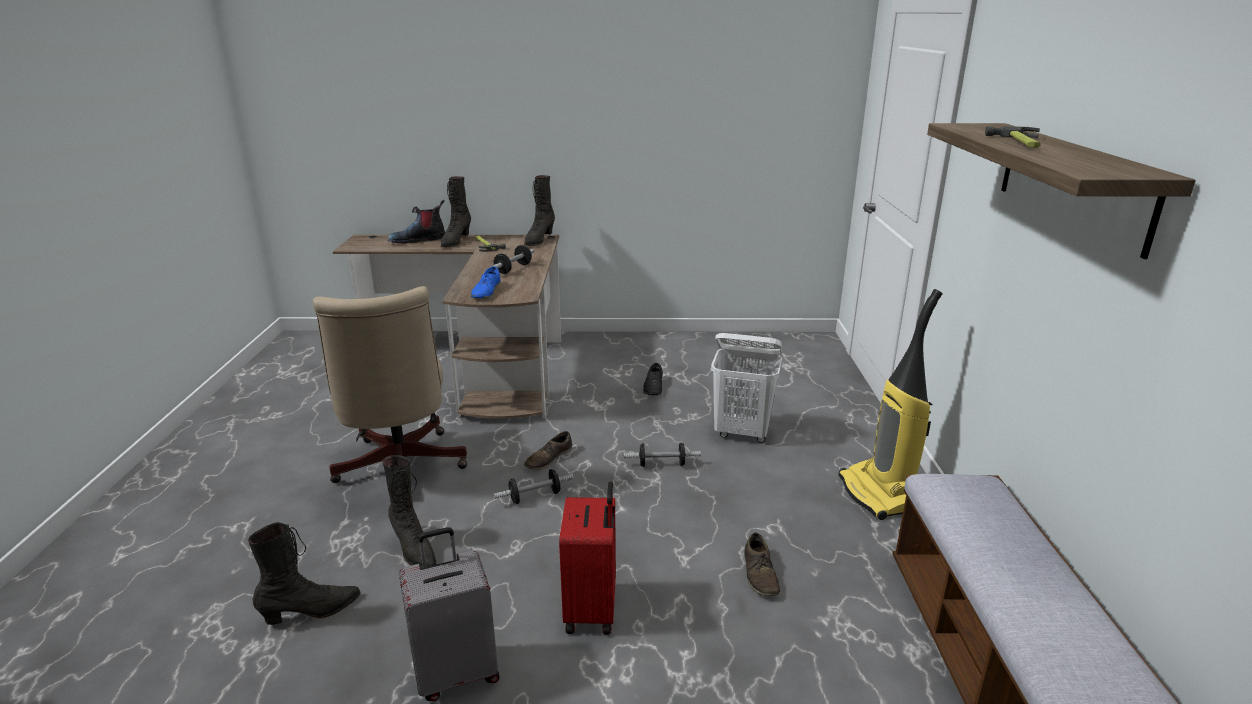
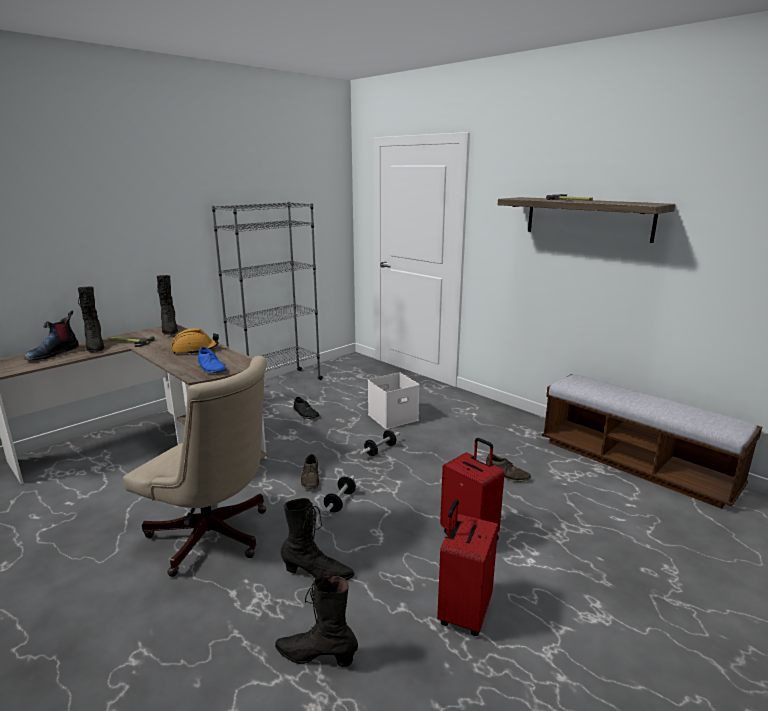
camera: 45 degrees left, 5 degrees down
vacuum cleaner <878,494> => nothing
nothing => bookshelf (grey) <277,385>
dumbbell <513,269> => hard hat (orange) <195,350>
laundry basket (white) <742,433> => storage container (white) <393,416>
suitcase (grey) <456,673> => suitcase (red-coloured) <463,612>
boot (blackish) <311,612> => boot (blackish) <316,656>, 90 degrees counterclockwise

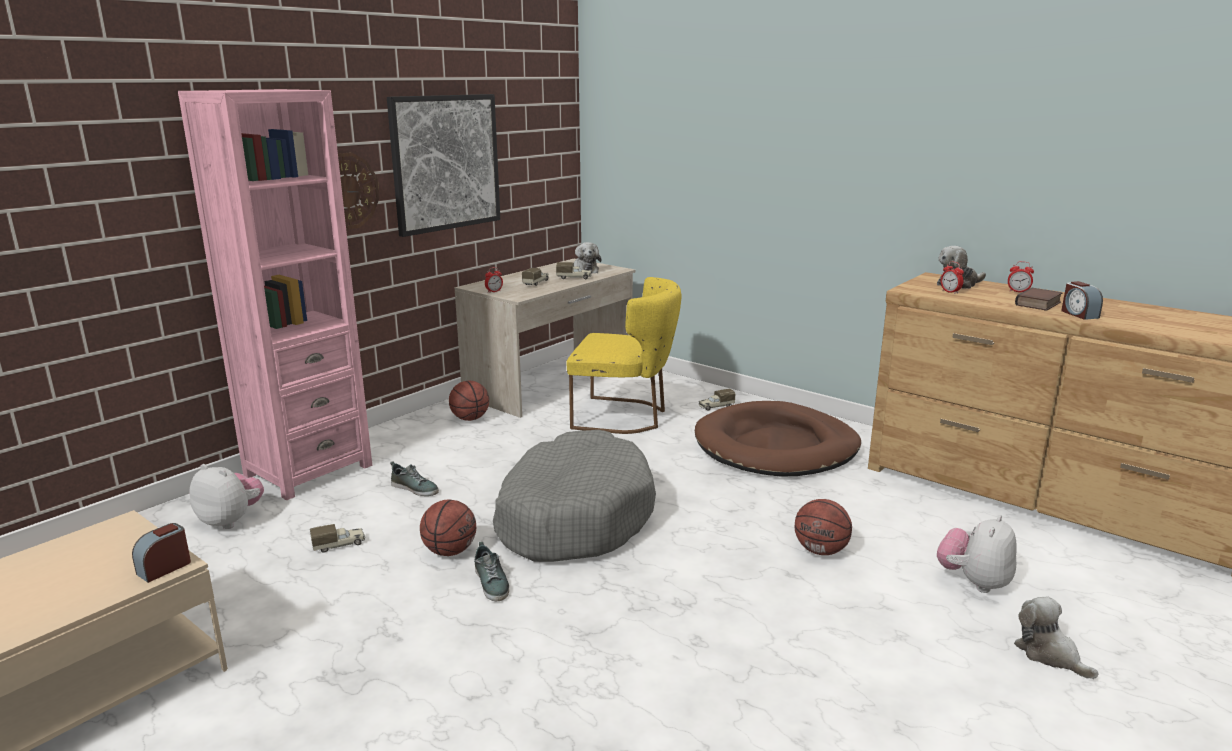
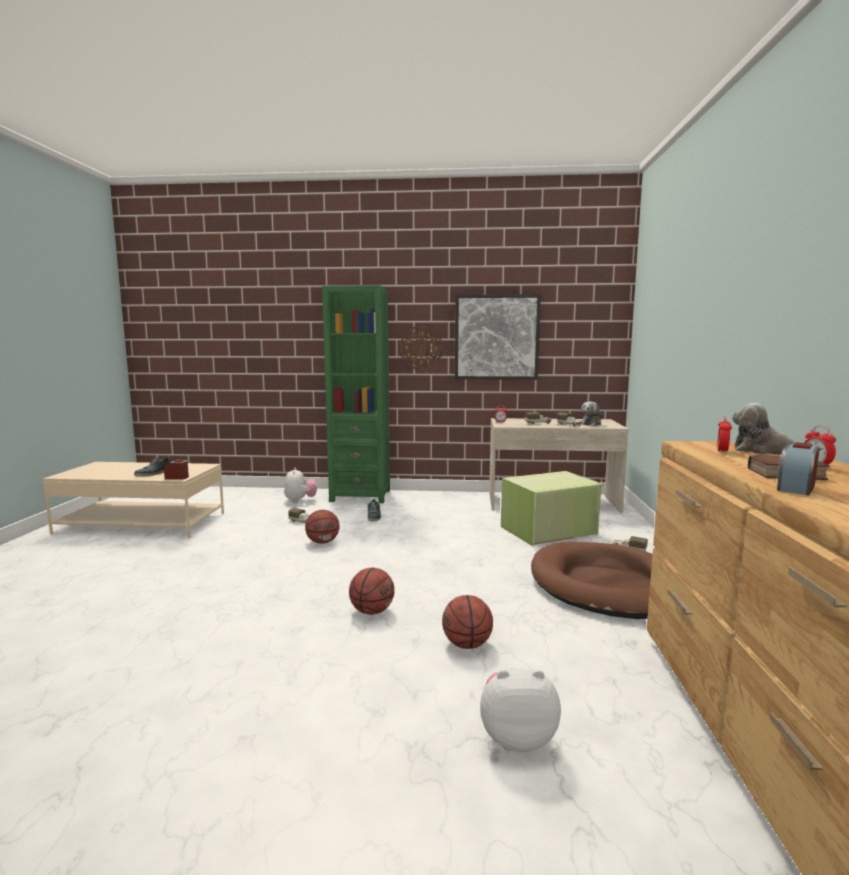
camera: 55 degrees right, 10 degrees down
pet bed (grey) <573,516> => nothing
soft toy <1049,654> => nothing
basketball <470,418> => basketball <372,611>, relocated
shoe <492,583> => shoe <154,473>, relocated
upright chair (yellow-coloured) <625,416> => storage container (green-coloured) <550,531>
bookshelf (pink-coloured) <308,470> => bookshelf (green-coloured) <360,496>

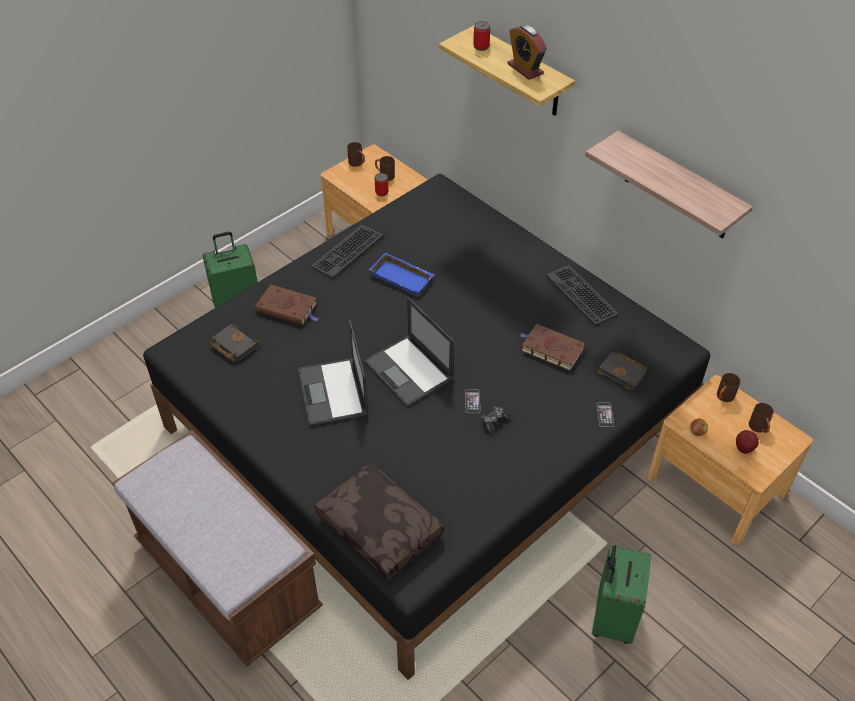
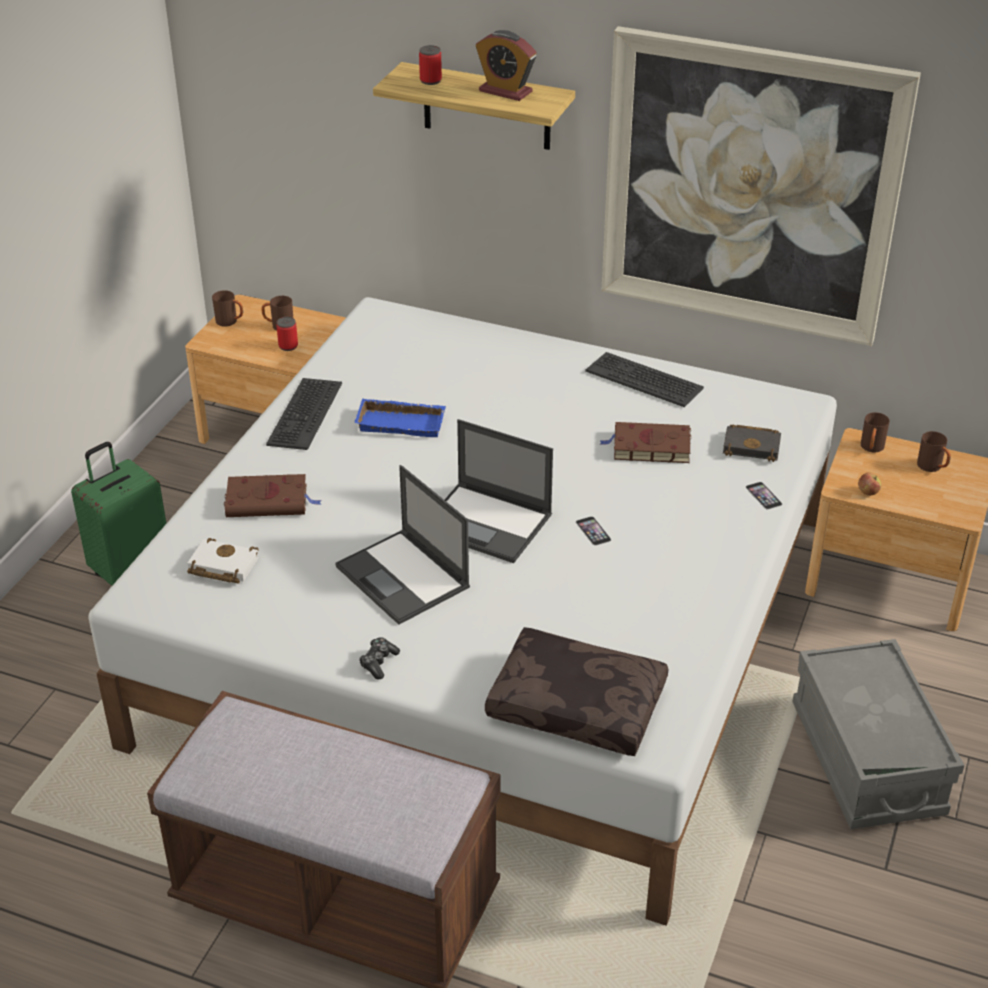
camera: 25 degrees left, 10 degrees down
whole apple <743,449> => nothing
game controller <494,422> => game controller <378,662>, relocated
bracket shelf <678,187> => wall art <750,187>
suitcase (green-coloured) <611,618> => storage container (grey) <867,759>
sleeping bed (blackish) <427,427> => sleeping bed (white) <494,627>
book (blackish) <232,346> => book (white) <221,566>

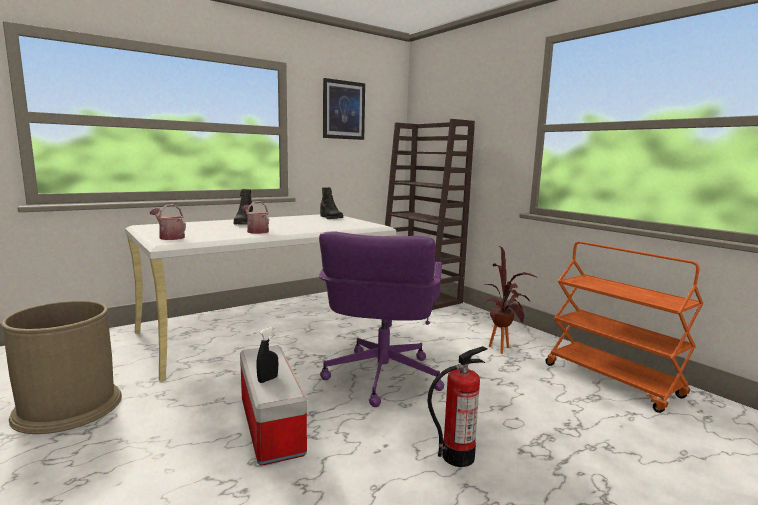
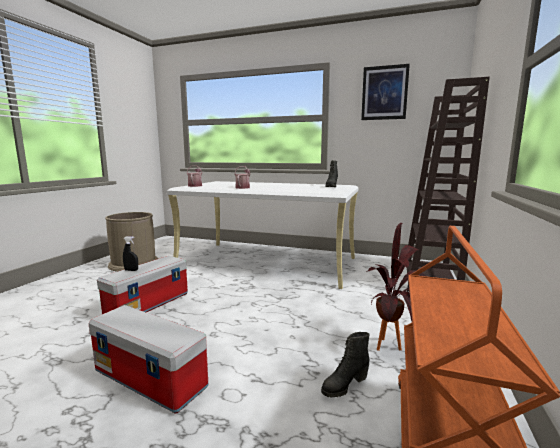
camera: 55 degrees right, 0 degrees up
computer chair (purplish) <381,377> => nothing
boot (blackish) <243,223> => boot (blackish) <344,385>, relocated
extinguisher <457,456> => storage container <151,379>

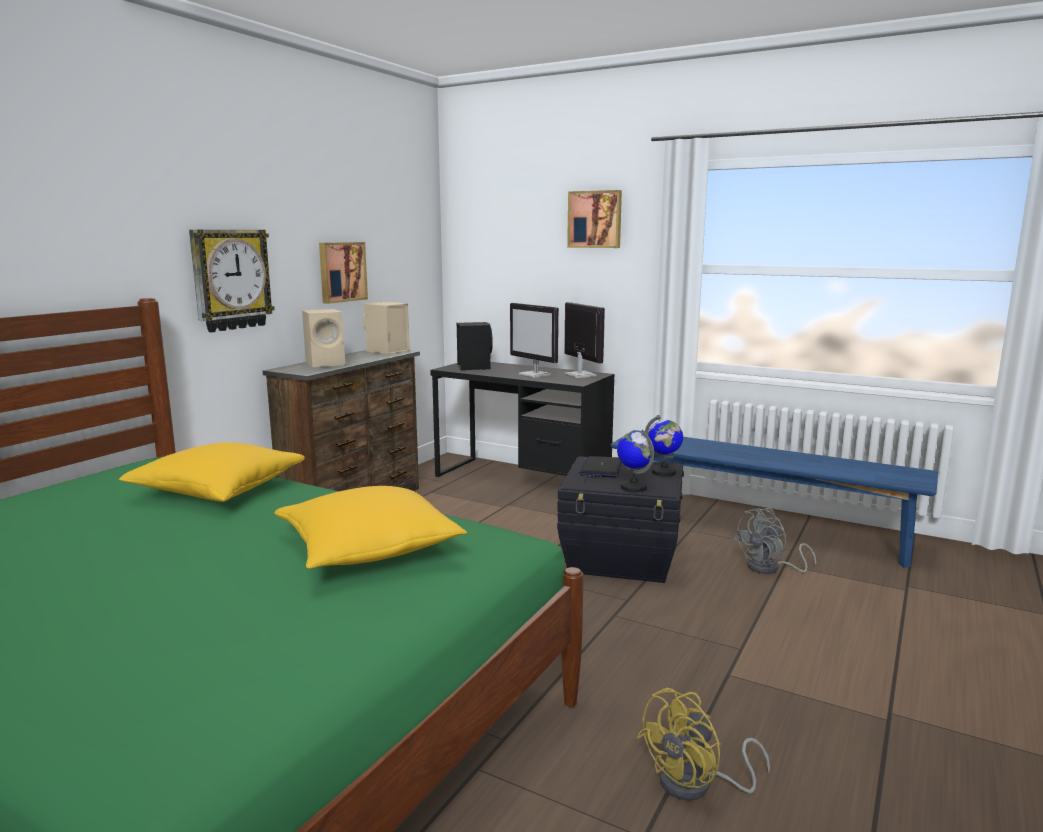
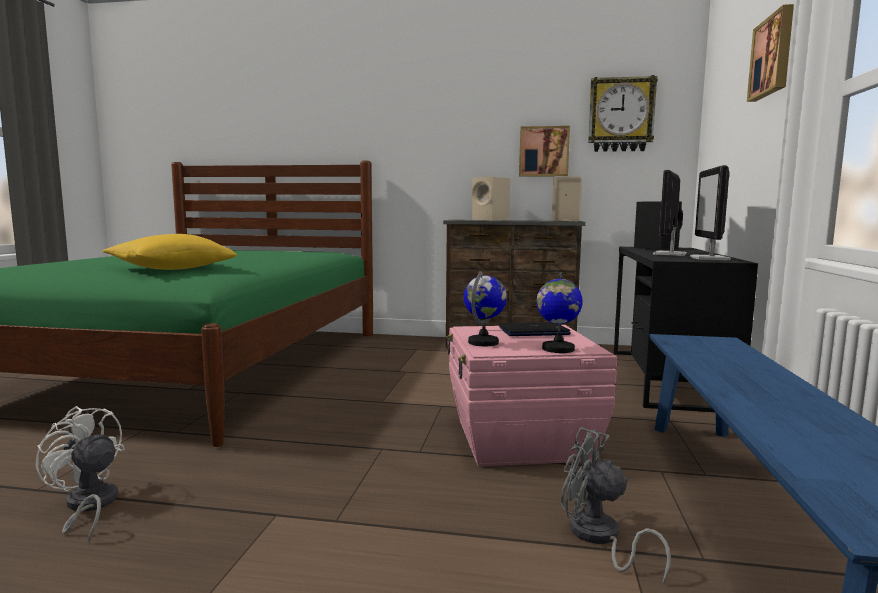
camera: 70 degrees right, 5 degrees down
pillow (yellow-coloured) <218,491> => nothing
clock on the wall <230,279> => clock on the wall <621,115>, relocated
storage container (blackish) <622,558> => storage container (pink-coloured) <520,440>
fan (yellow-coloured) <696,785> => fan (white) <88,506>
computer screen <580,375> => computer screen <710,259>, 150 degrees clockwise

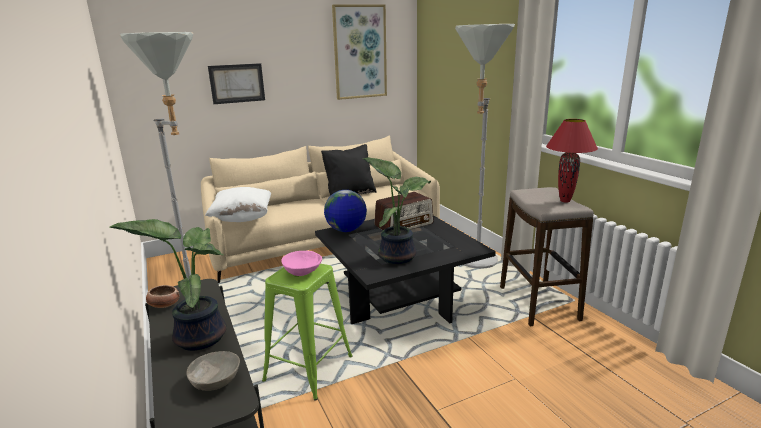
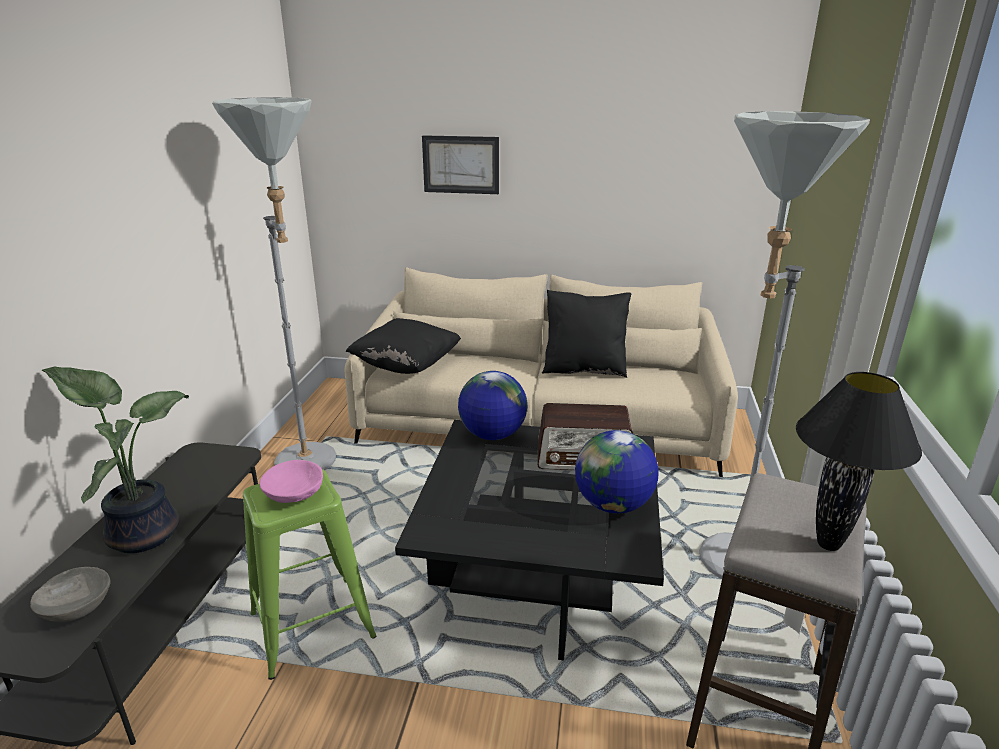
camera: 35 degrees right, 5 degrees up
serving bowl <164,305> => nothing
wall art <360,52> => nothing
potted plant <397,256> => nothing
nothing => world globe <613,505>
pillow (white) <242,218> => pillow (blackish) <406,366>
lamp for a table (red-coloured) <564,201> => lamp for a table (blackish) <827,544>

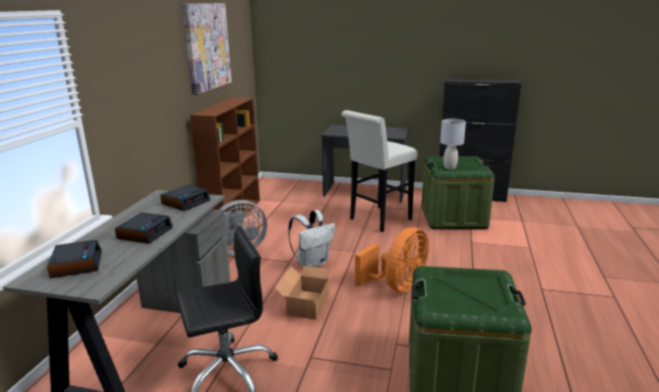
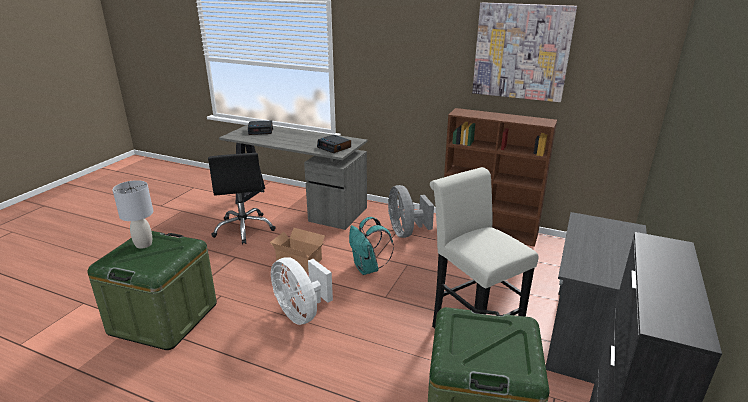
camera: 100 degrees right, 5 degrees up
table clock <145,233> => nothing
lamp for a table (grey) <450,167> => lamp for a table (grey) <143,244>, relocated
knapsack (white) <312,263> => knapsack (blue-green) <368,269>
fan (orange) <397,286> => fan (white) <301,313>

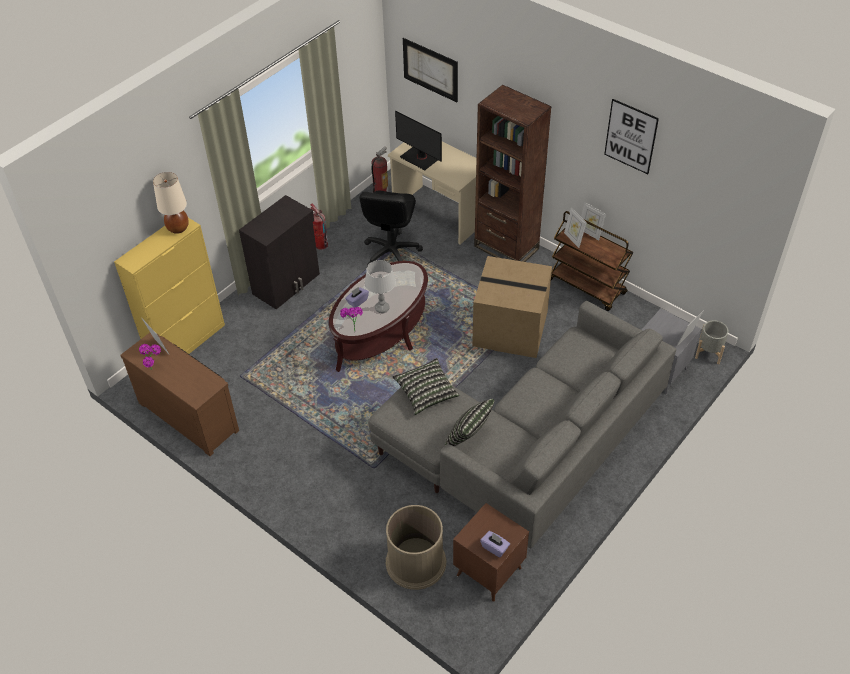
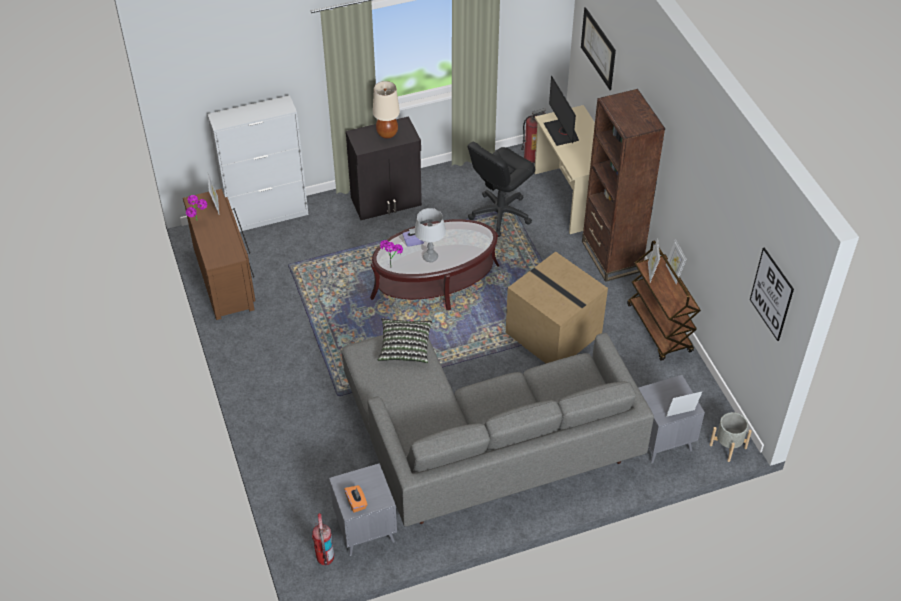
camera: 30 degrees right, 0 degrees up
waste bin (brown) <415,562> => nothing
pillow <469,438> => nothing
lamp for a table (sand-coloured) <178,228> => lamp for a table (sand-coloured) <387,133>, relocated
extinguisher <321,245> => extinguisher <325,558>, relocated
wall art <631,136> => wall art <771,294>, relocated
cupboard (yellow-coloured) <187,342> => cupboard (white) <267,215>
accent table (brown) <489,571> => accent table (grey) <365,530>
box of tissues (purplish) <495,548> => box of tissues (orange) <356,503>

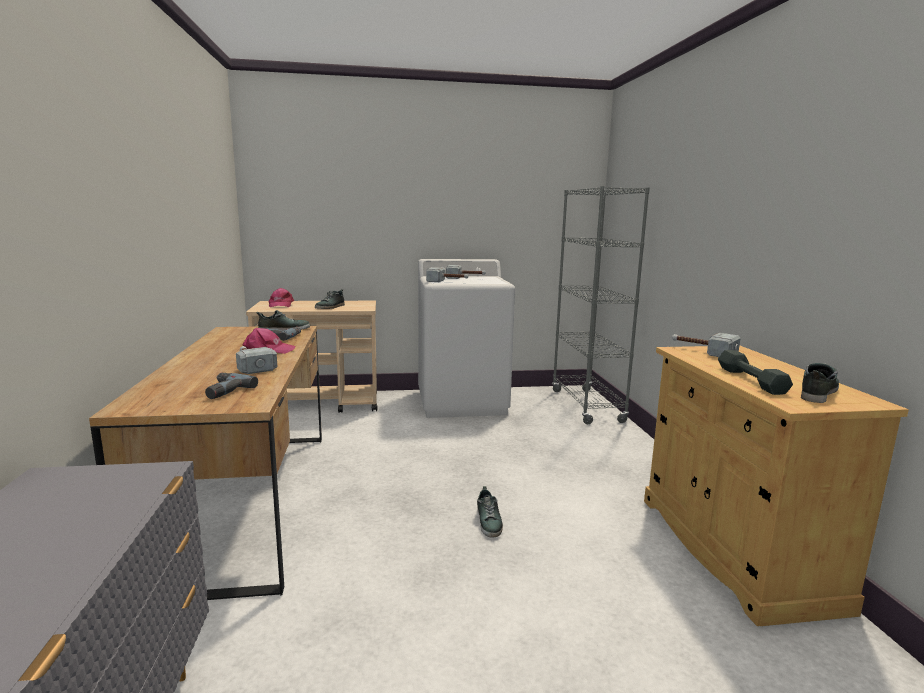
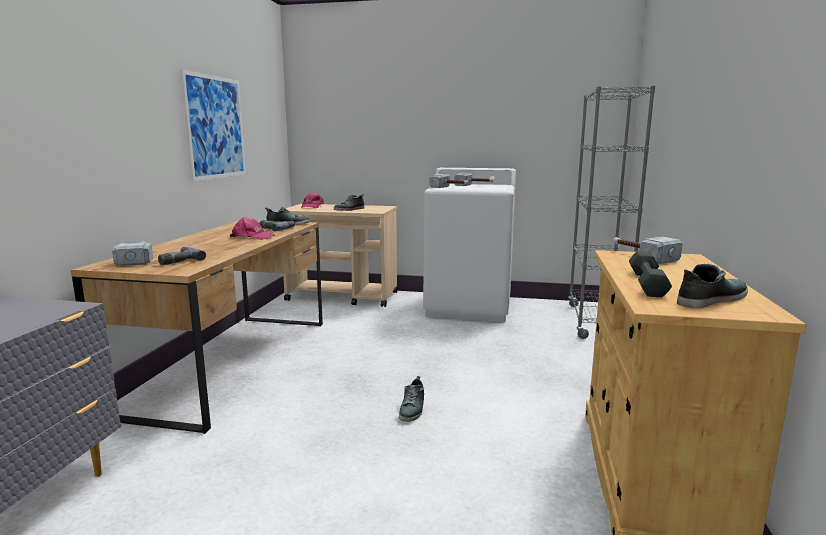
camera: 20 degrees right, 0 degrees up
nothing => wall art <215,127>
hammer <251,365> => hammer <138,259>, relocated

